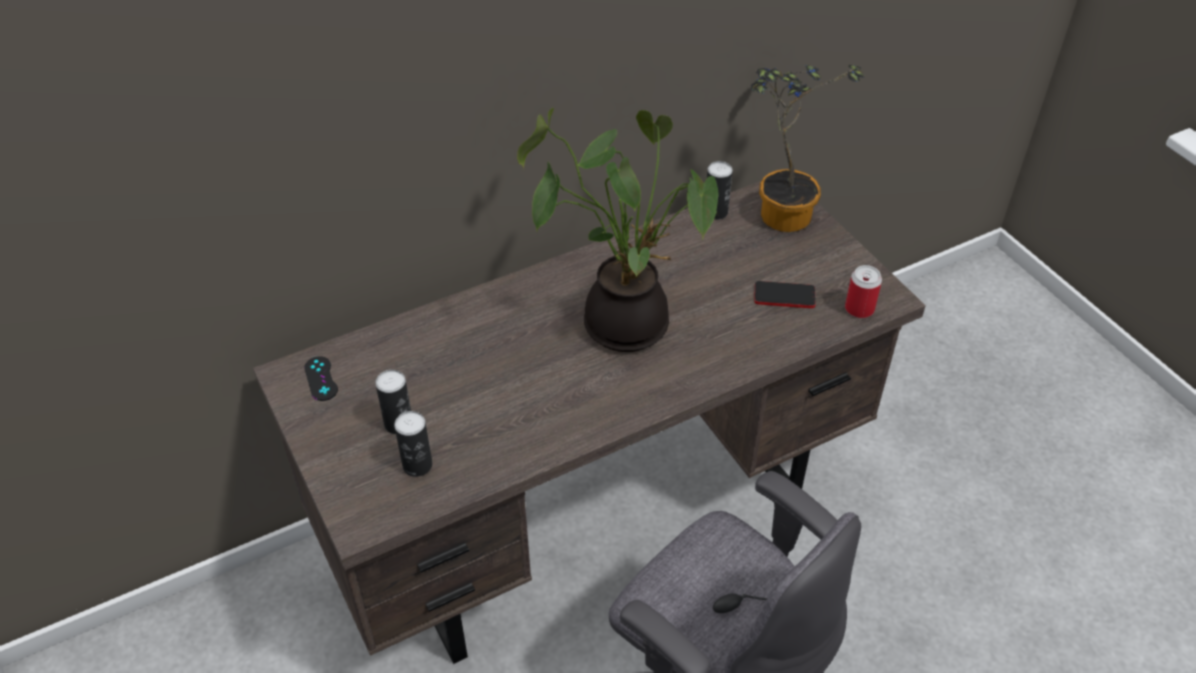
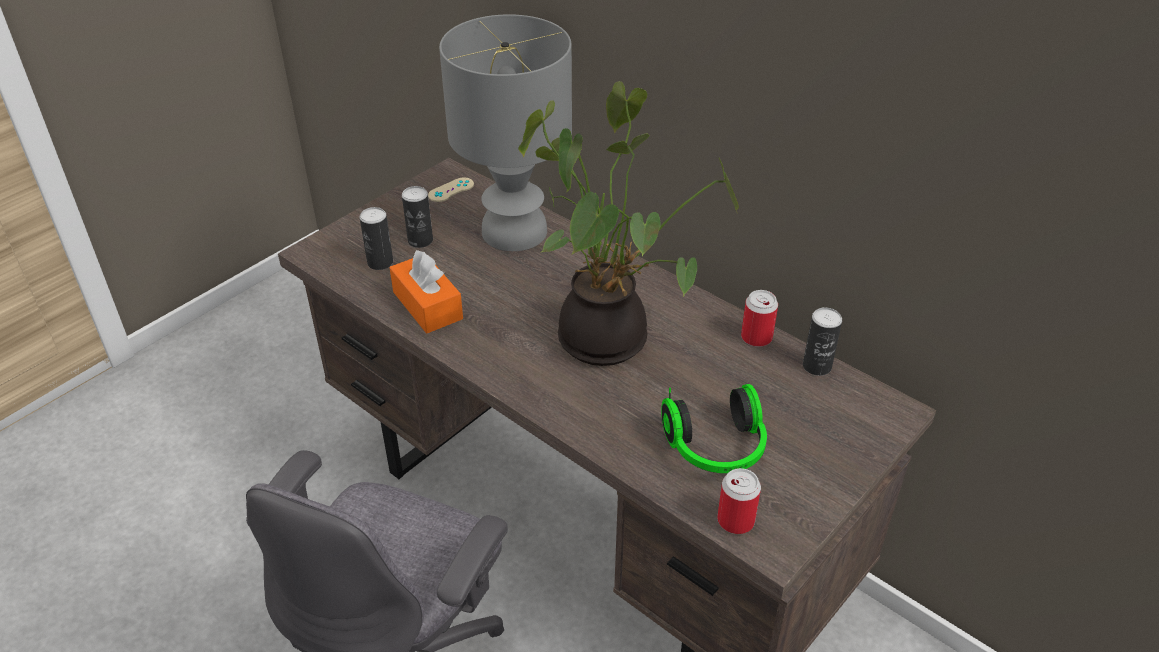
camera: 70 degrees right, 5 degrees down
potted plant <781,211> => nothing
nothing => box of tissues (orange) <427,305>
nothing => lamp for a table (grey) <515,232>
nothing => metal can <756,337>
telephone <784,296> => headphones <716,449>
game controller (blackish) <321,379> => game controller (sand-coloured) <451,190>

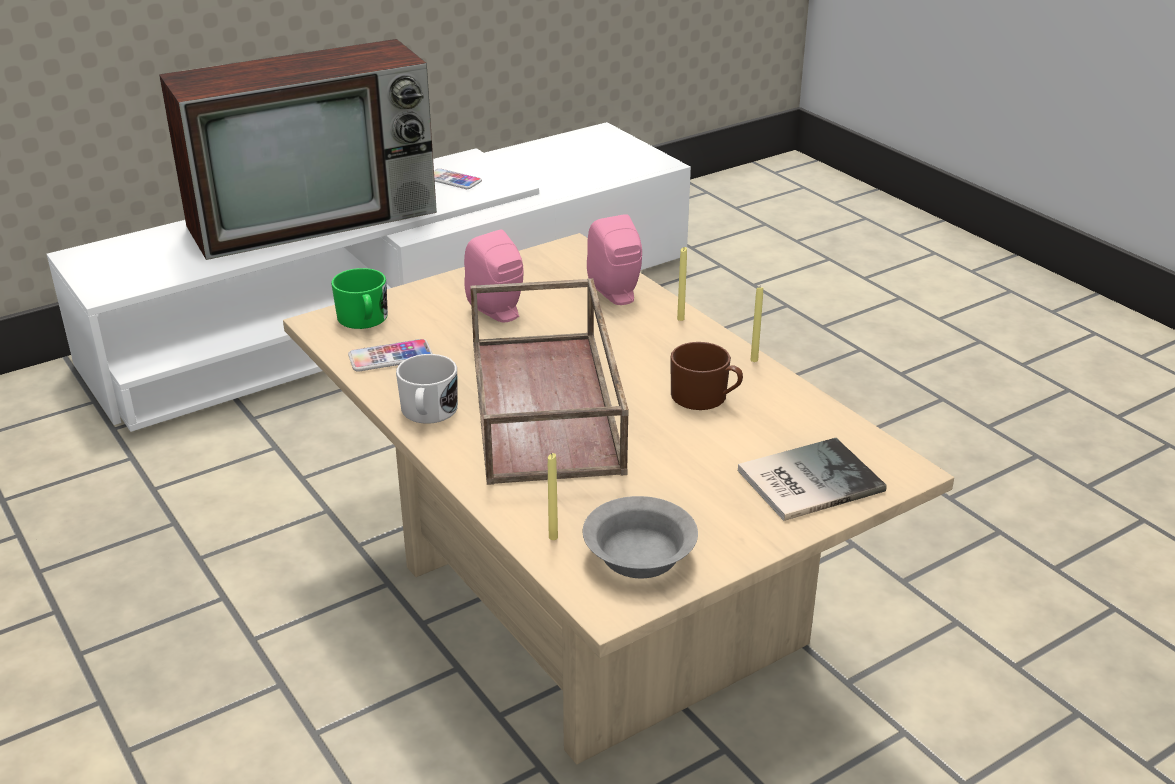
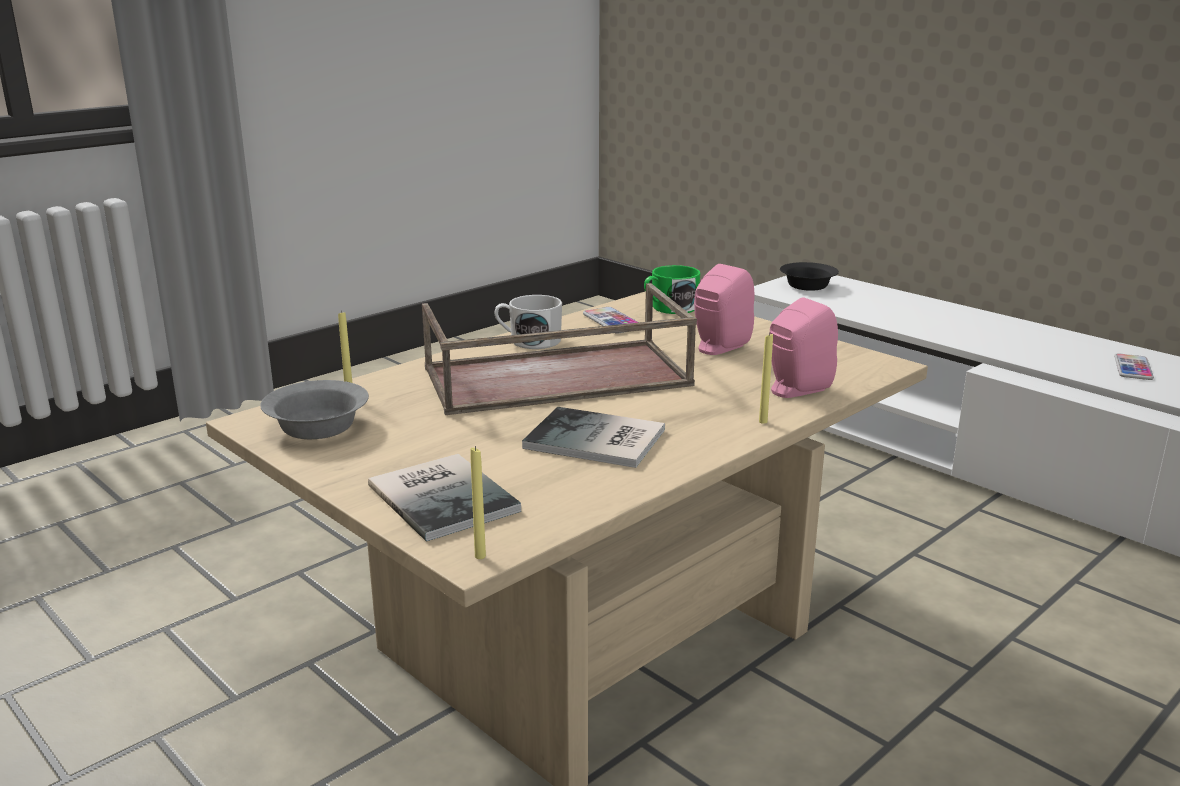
camera: 80 degrees right, 10 degrees down
TV <317,217> => nothing
nothing => serving bowl (blackish) <809,286>
wax candle (yellow-coloured) <754,360> => wax candle (yellow-coloured) <480,556>, relocated
coffee mug (brown) <705,397> => book <597,441>

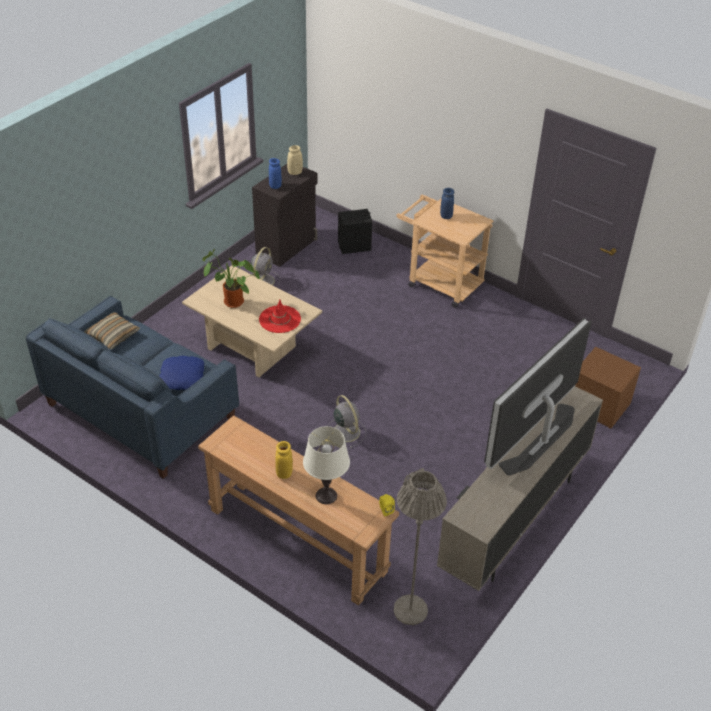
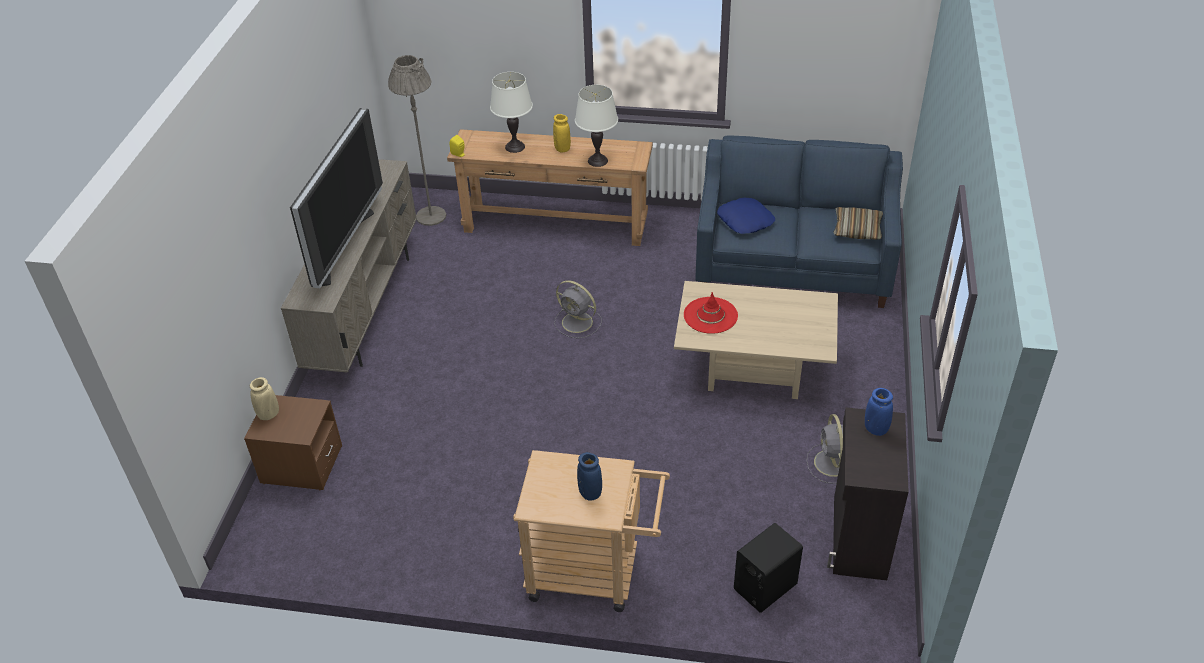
camera: 155 degrees right, 0 degrees up
potted plant <231,302> => nothing
nothing => lamp for a table (white) <598,161>
vase (sand-coloured) <295,172> => vase (sand-coloured) <268,414>, relocated

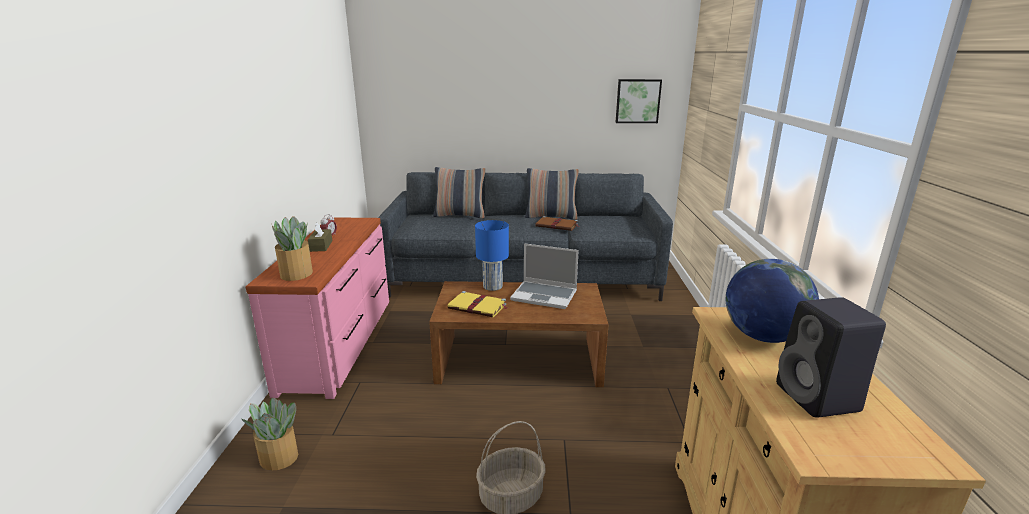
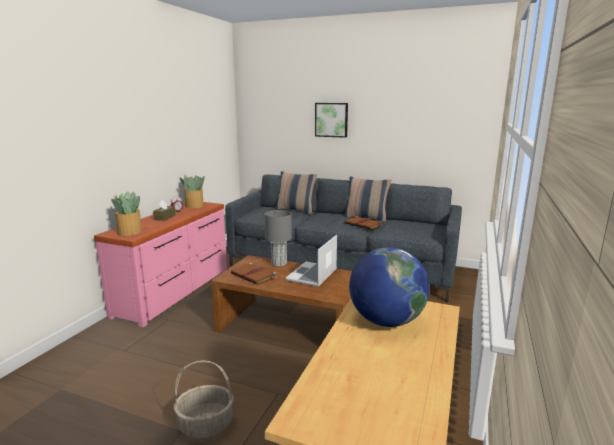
camera: 20 degrees right, 5 degrees down
speaker (blackish) <819,399> => nothing
potted plant <279,458> => potted plant <194,206>, relocated
wall art <637,101> => wall art <331,120>, relocated
book (yellow-coloured) <478,307> => book (brown) <254,276>
lamp for a table (bluish) <492,286> => lamp for a table (grey) <278,263>
portable computer <545,296> => portable computer <312,275>, 75 degrees clockwise

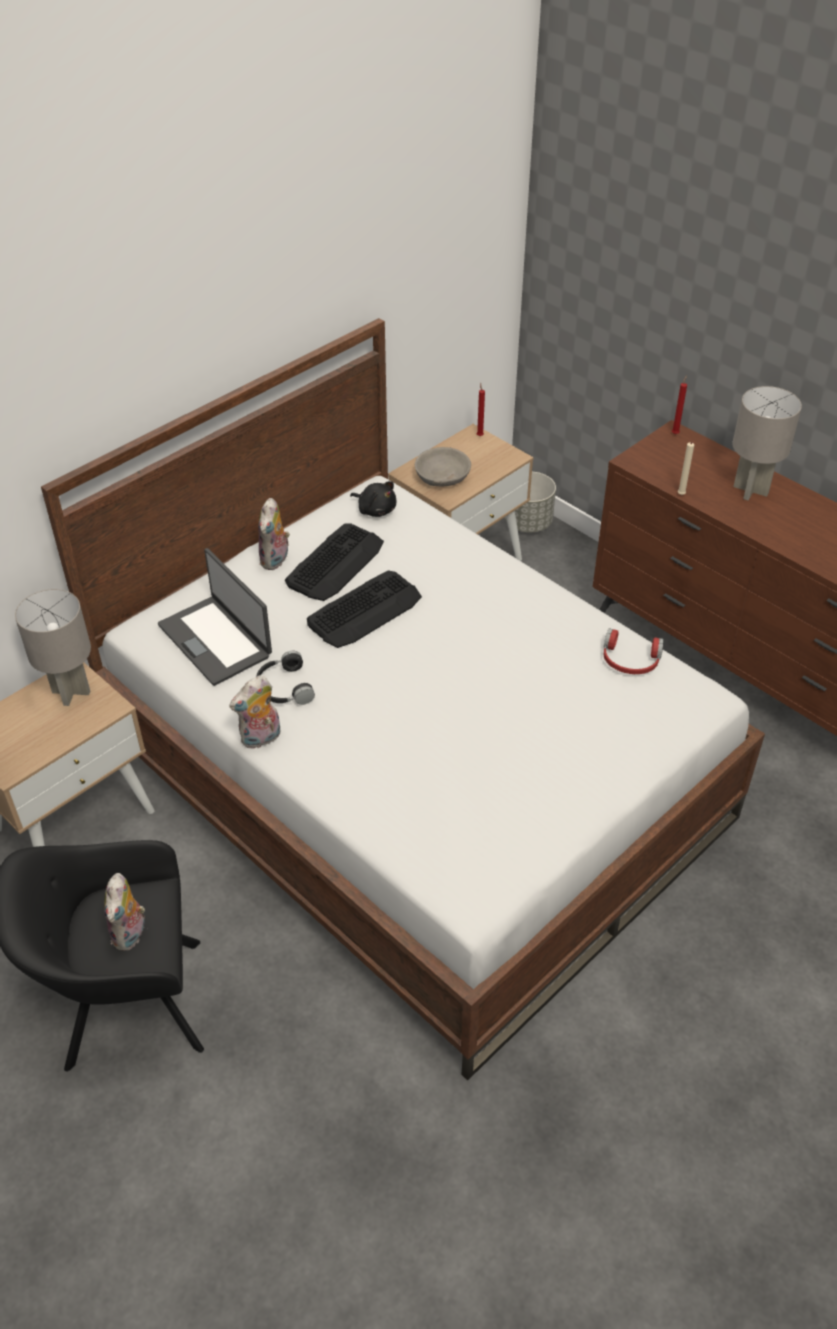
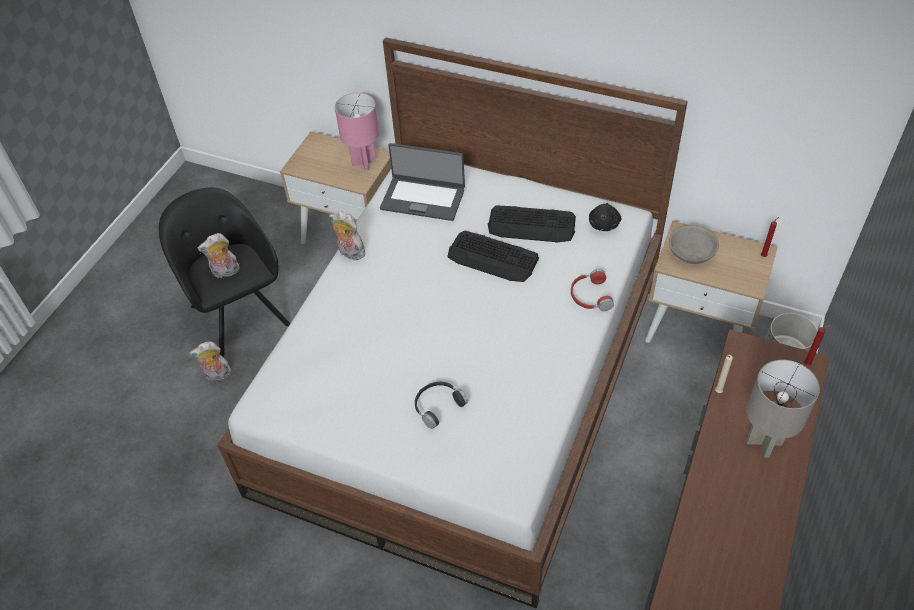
camera: 70 degrees right, 5 degrees up
headphones (blackish) <283,688> => headphones (blackish) <437,405>, relocated
soft toy <276,560> => soft toy <217,375>, relocated
headphones (red-coloured) <630,661> => headphones (red-coloured) <589,296>, relocated
lamp for a table (grey) <72,691> => lamp for a table (pink-coloured) <364,162>
portable computer <216,640> => portable computer <423,198>, 105 degrees counterclockwise

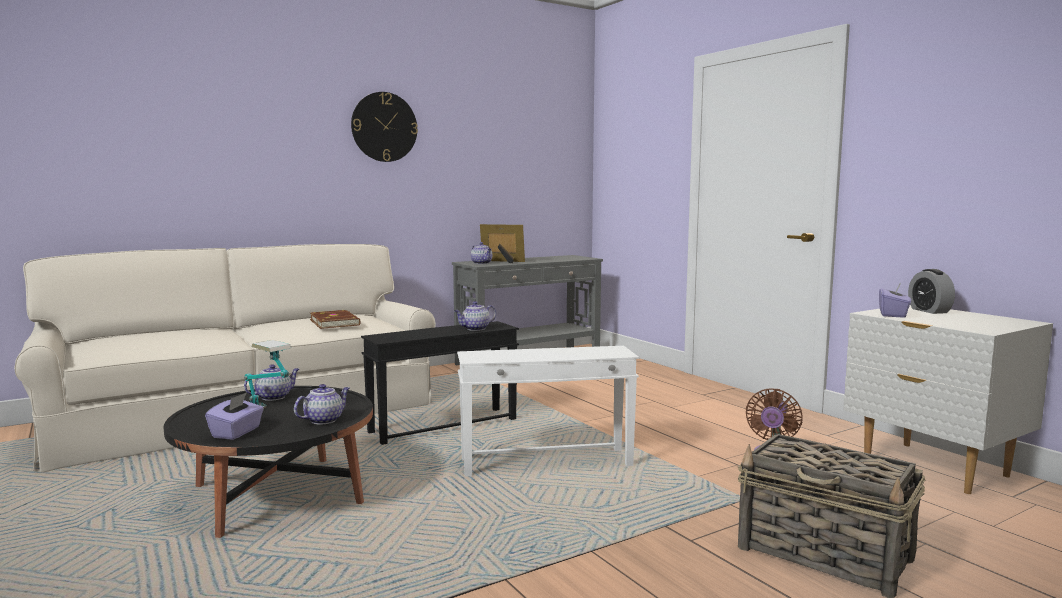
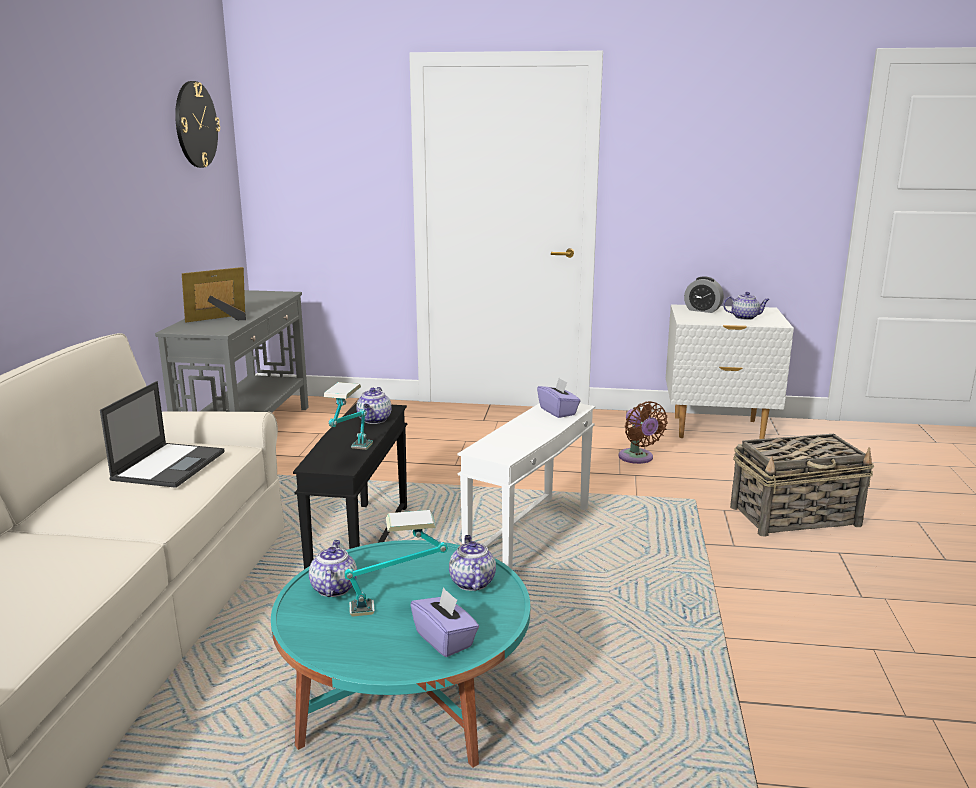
camera: 50 degrees left, 10 degrees up
nothing => lamp for a table <351,456>
clock on the wall <384,127> => clock on the wall <195,124>, relocated
teapot <482,263> => teapot <745,317>, relocated
box of tissues (purplish) <893,314> => box of tissues (purplish) <558,411>, relocated
book (brown) <335,322> => portable computer <169,465>
lounge table (blackish) <277,495> => lounge table (blue-green) <406,697>

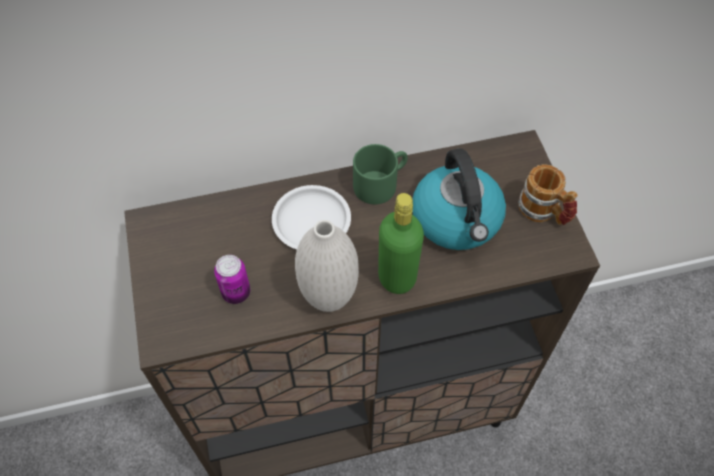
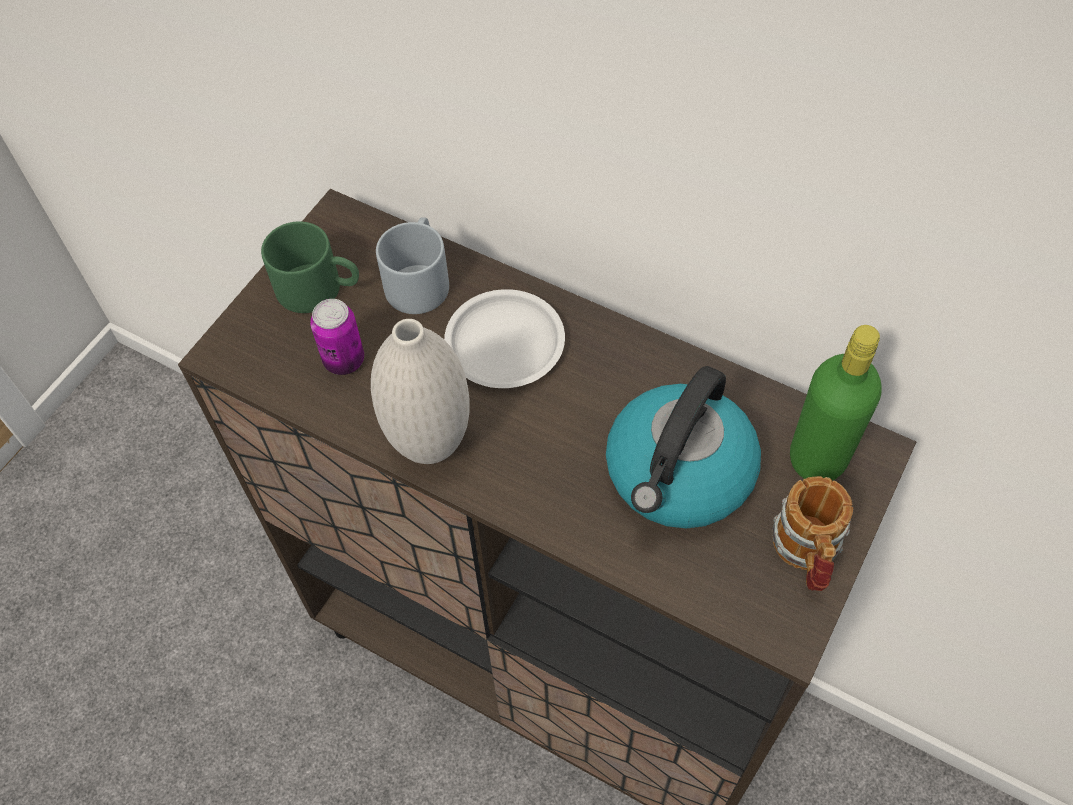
camera: 45 degrees right, 0 degrees up
nothing => coffee mug (grey) <418,278>
coffee mug (green-coloured) <380,182> => coffee mug (green-coloured) <320,288>, relocated
beverage bottle (green-coloured) <397,277> => beverage bottle (green-coloured) <818,458>, relocated

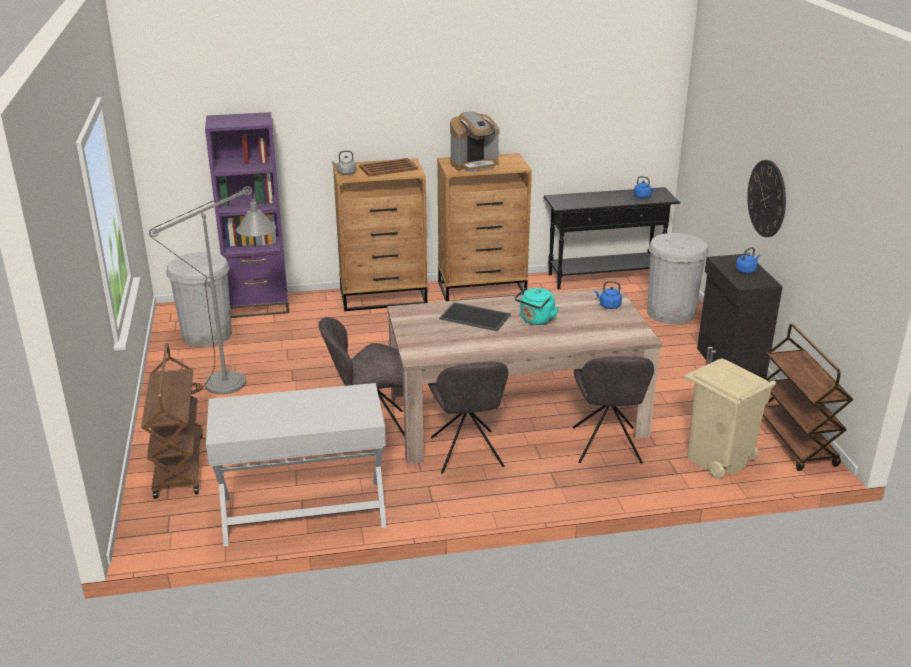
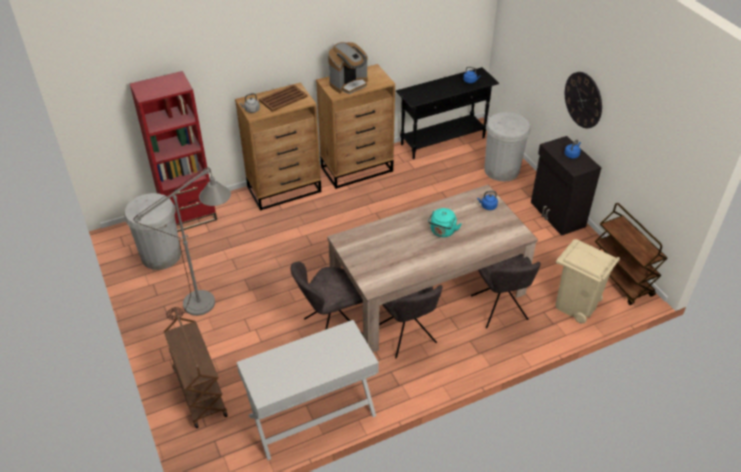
camera: 15 degrees left, 15 degrees up
serving tray <476,317> => nothing
bookshelf (purplish) <258,306> => bookshelf (red-coloured) <189,216>

